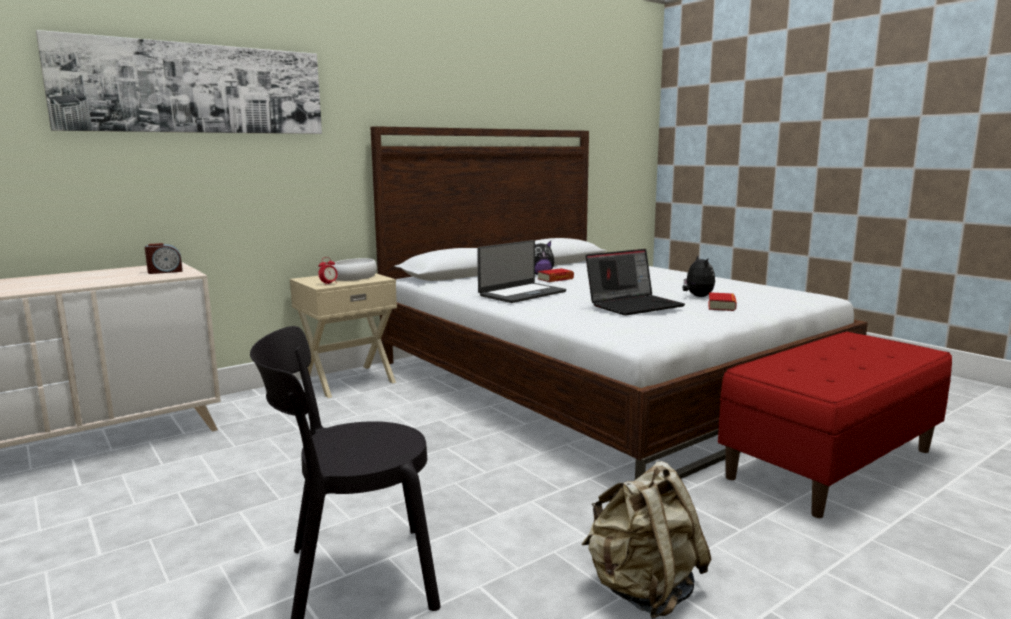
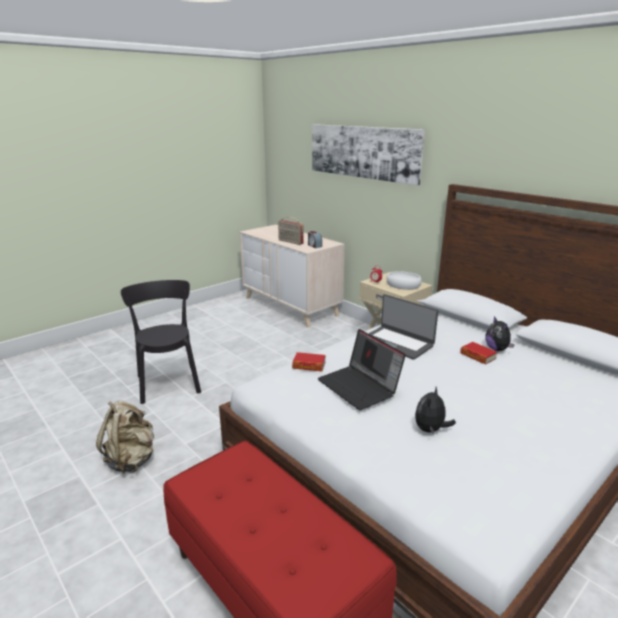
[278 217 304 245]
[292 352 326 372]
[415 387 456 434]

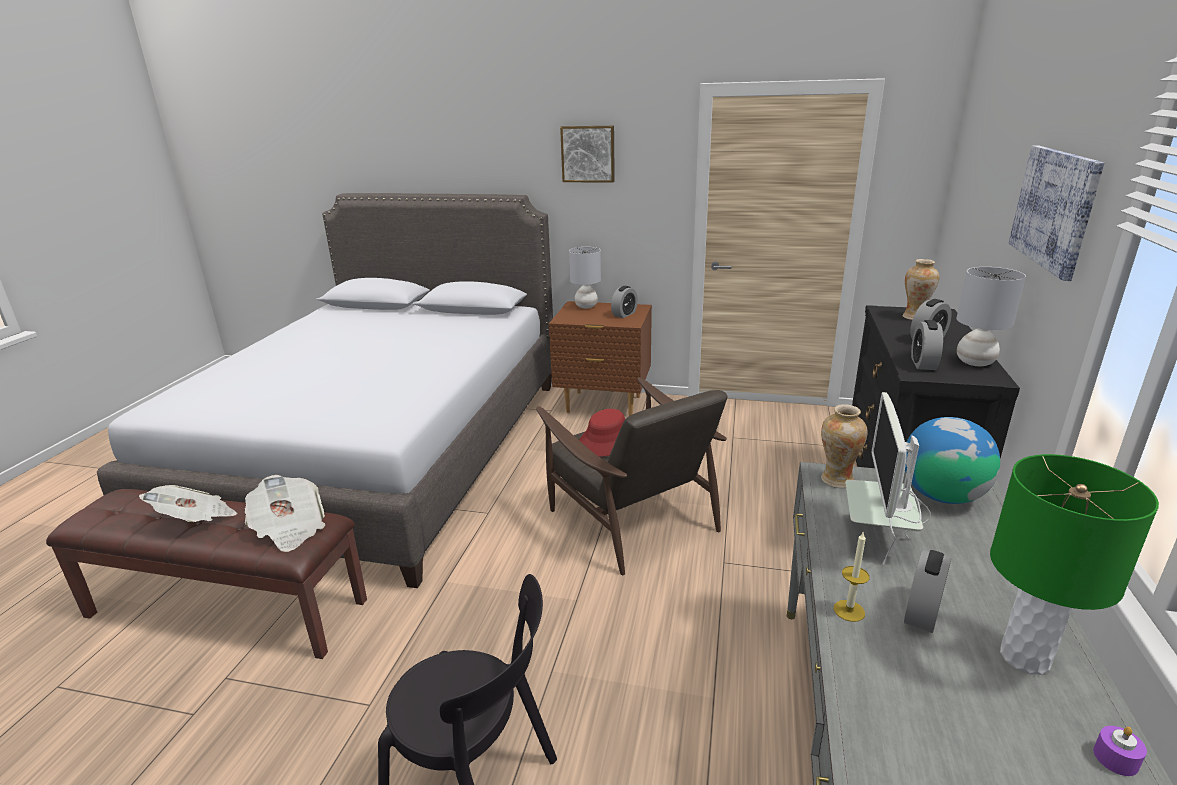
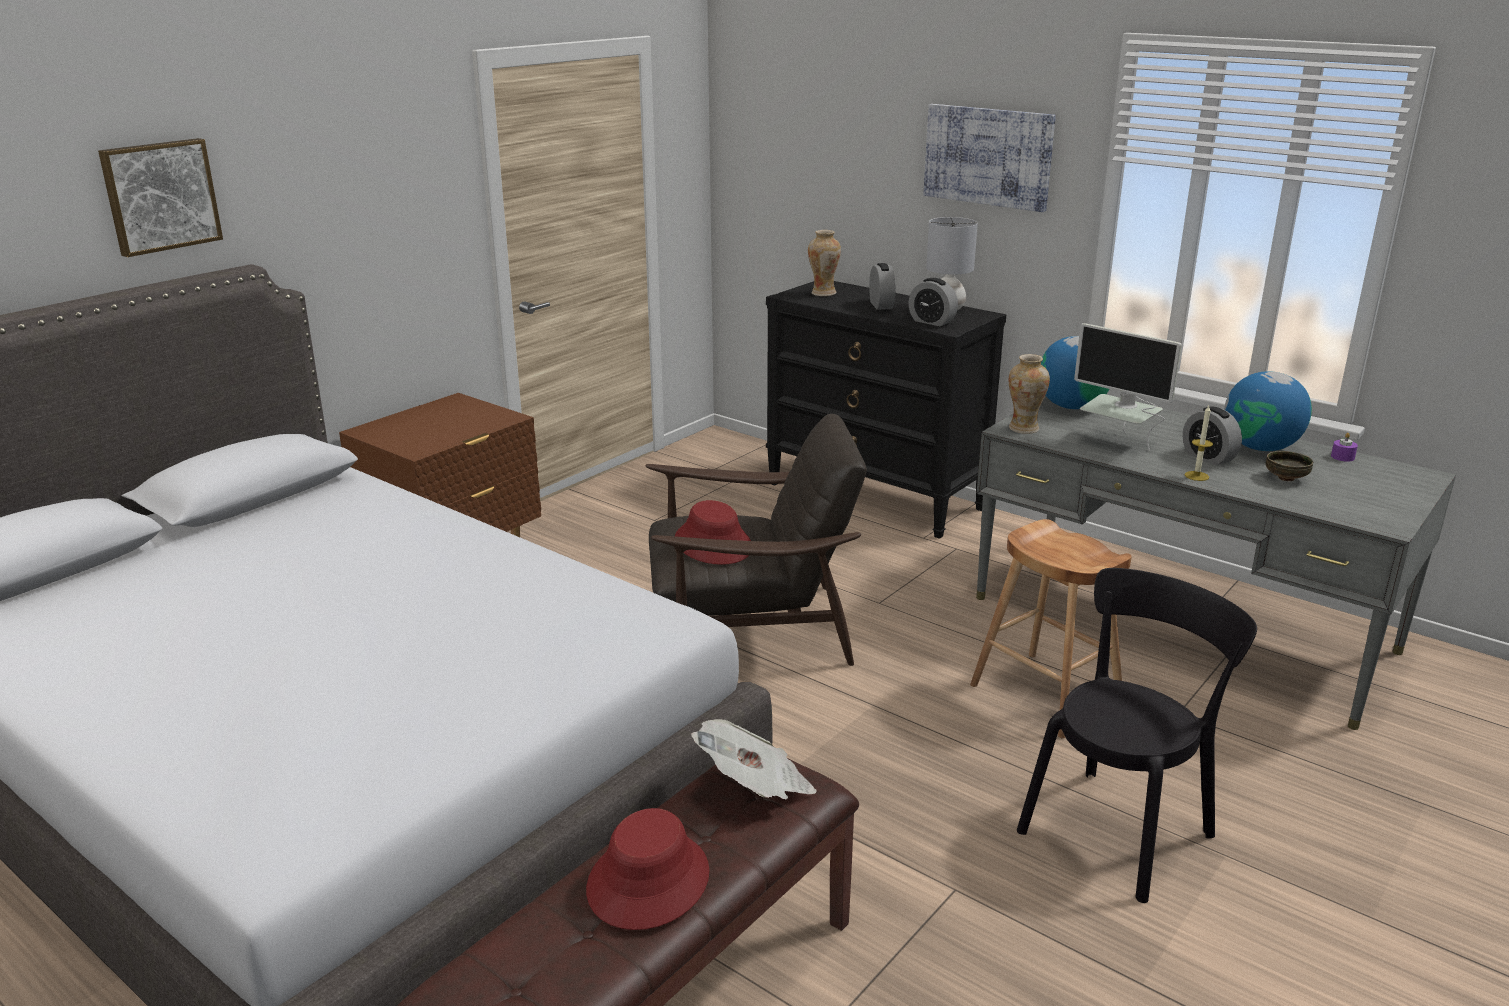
[98 138 223 257]
[586 808 710 930]
[970 519 1131 738]
[1224 371 1312 451]
[1266 451 1313 481]
[569 247 601 309] (first image)
[611 286 638 318] (first image)

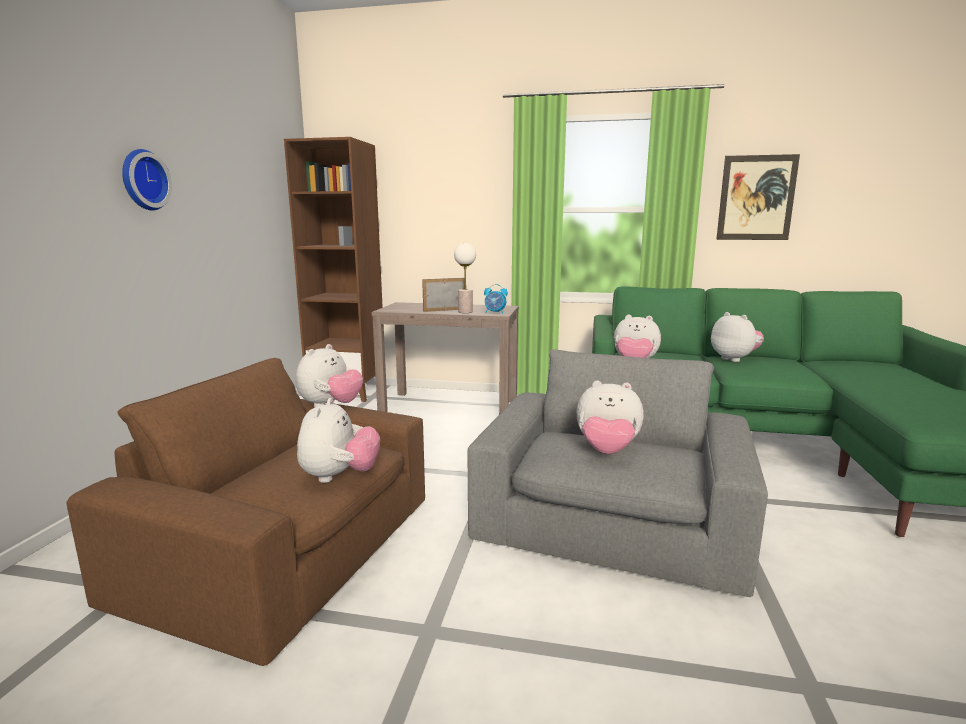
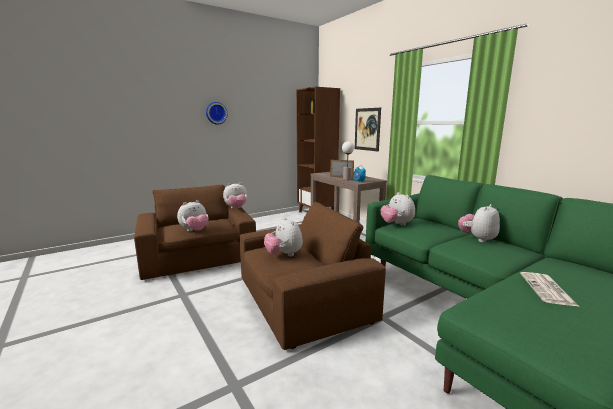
[239 202 386 350]
[354 108 381 152]
[458 204 500 242]
[520 272 578 306]

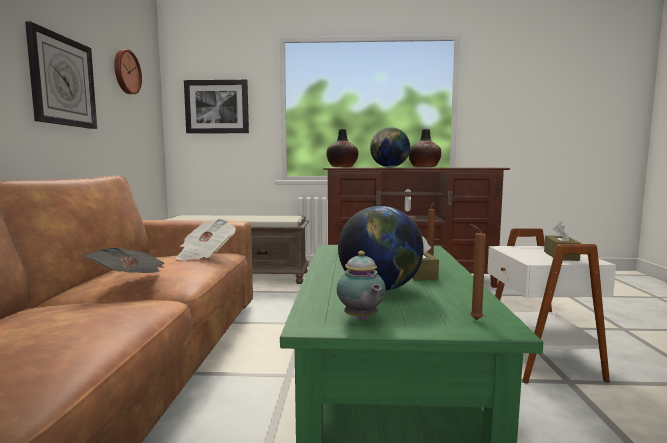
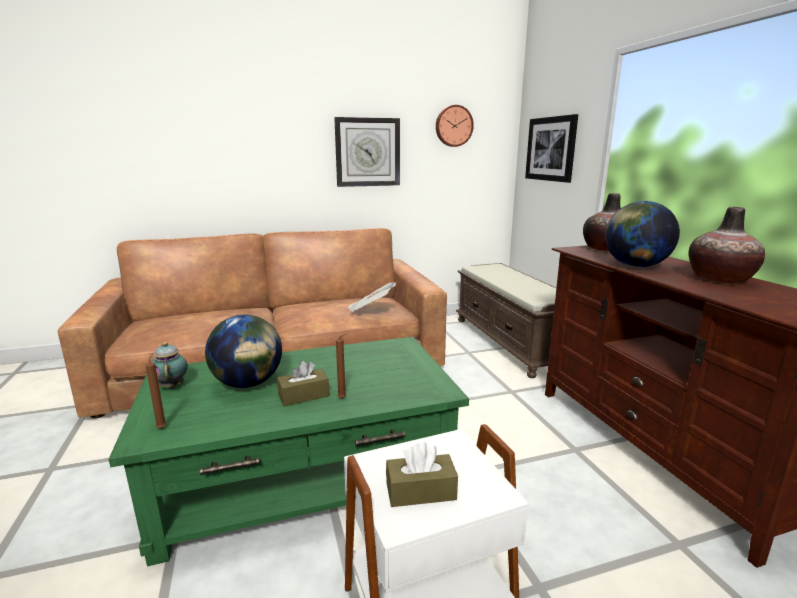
[152 342 188 389]
[84 248 164 273] (first image)

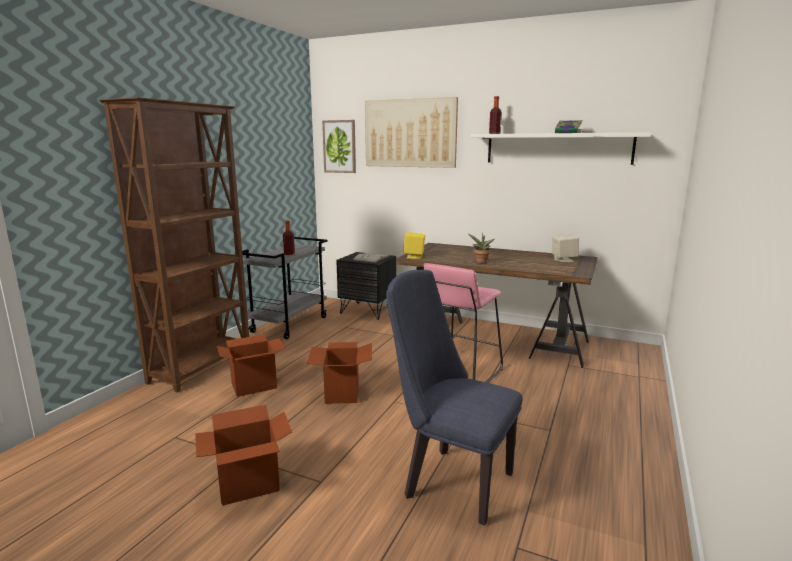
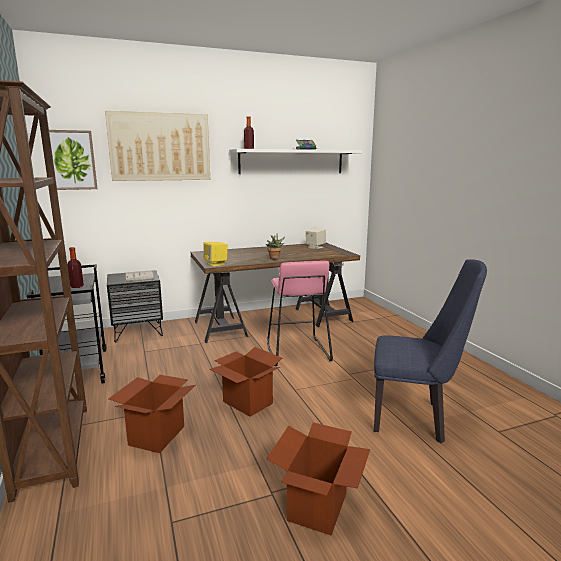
[374 259 487 443]

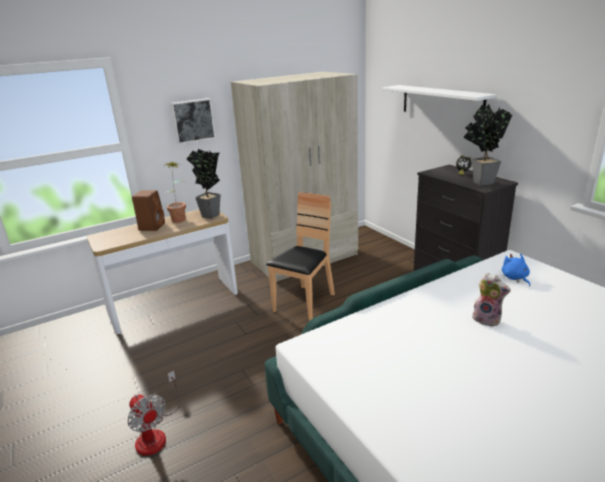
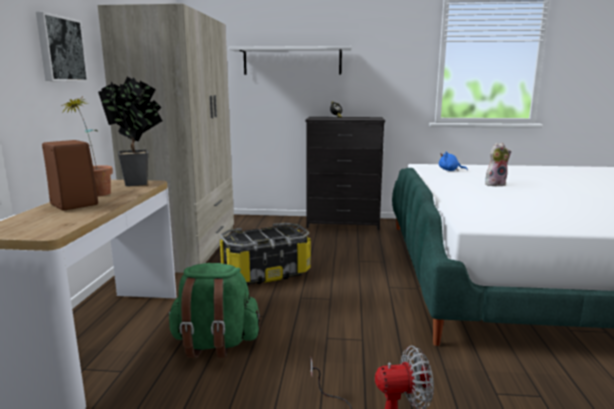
[168 263 260 358]
[220 223 311 285]
[463 105 512 186] (first image)

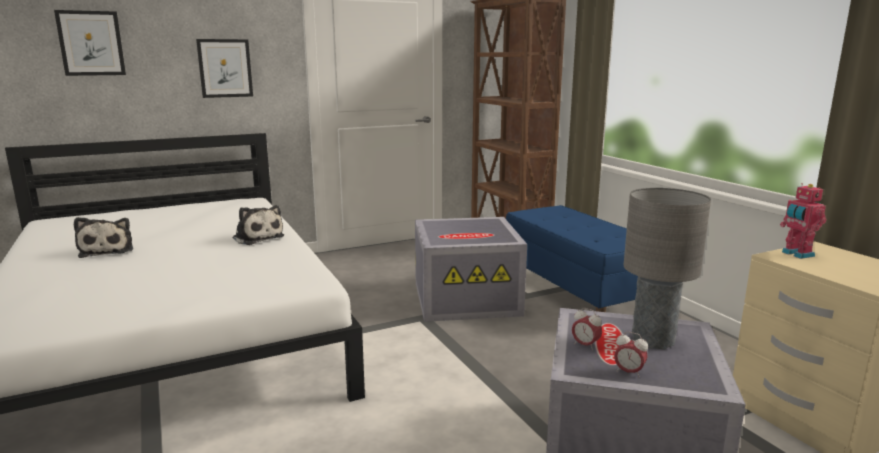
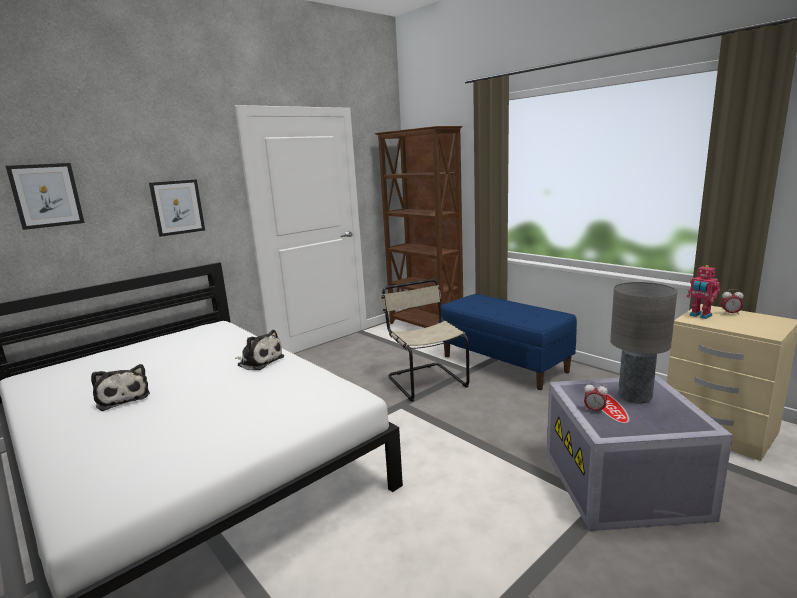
[381 279 469 402]
[721 289 744 315]

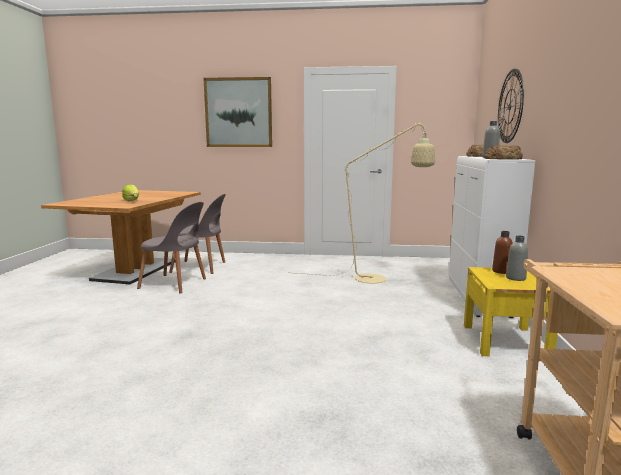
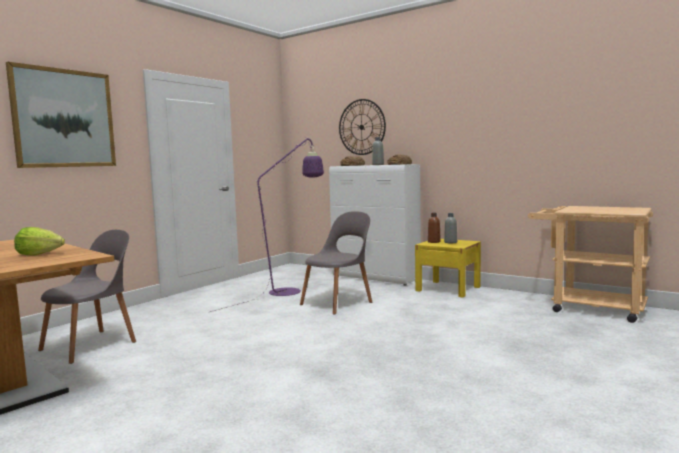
[210 137 324 312]
[300 211 372 315]

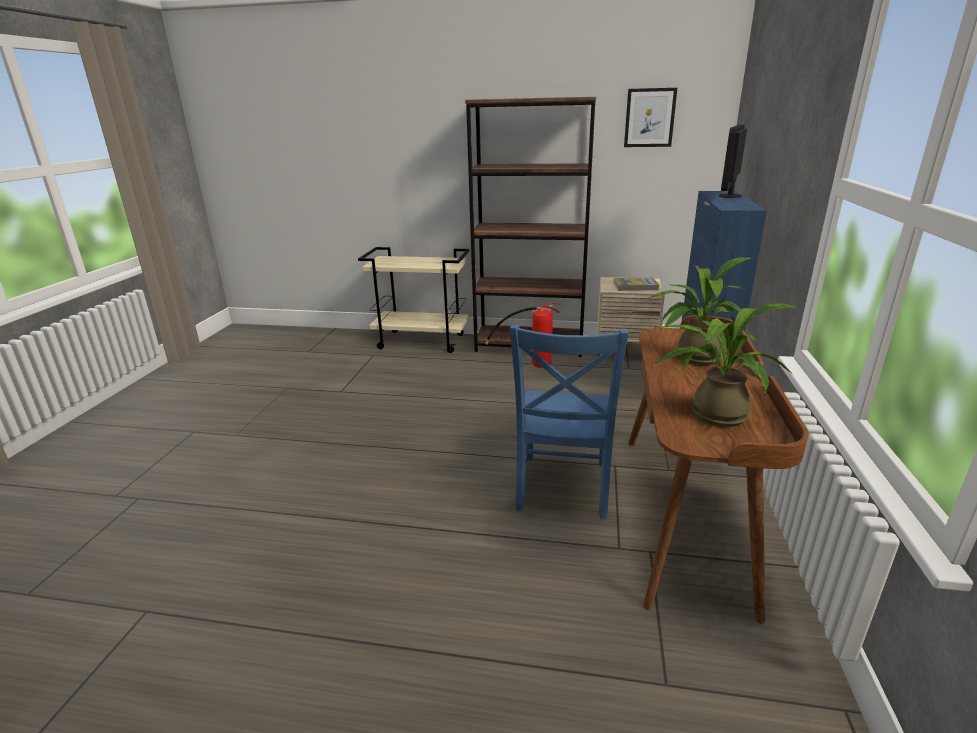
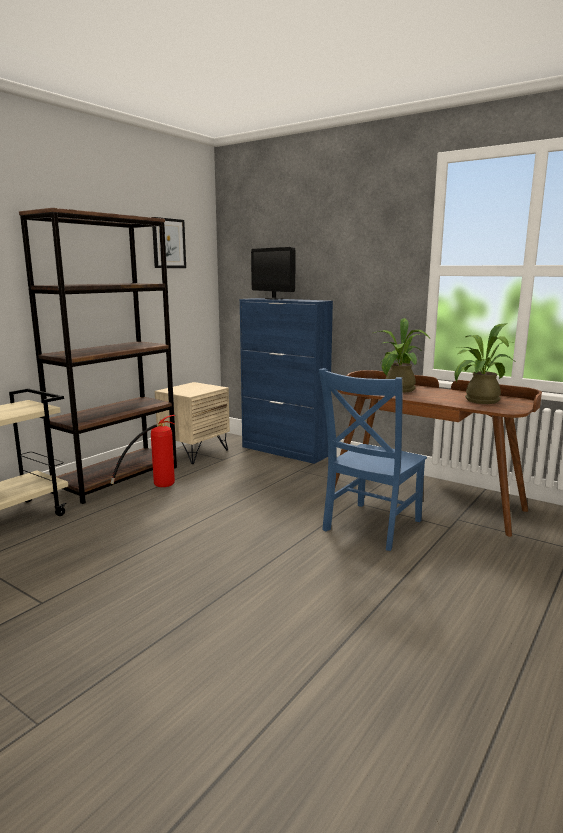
[319 368 427 551]
[613 277 659 291] (first image)

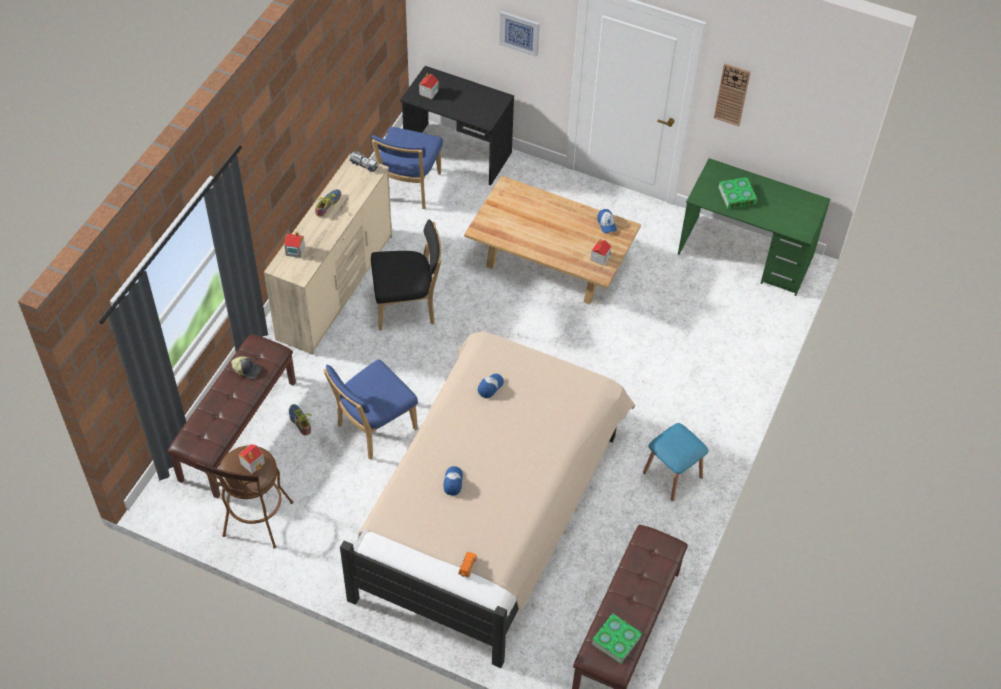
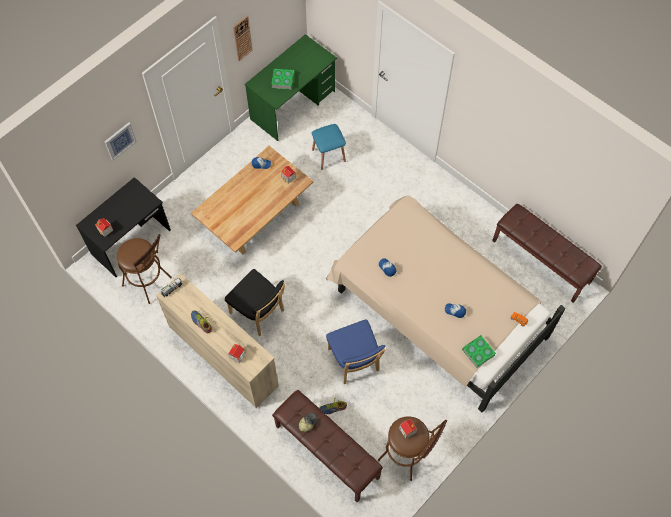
[117 234 172 304]
[225 269 286 336]
[312 124 346 170]
[462 335 496 368]

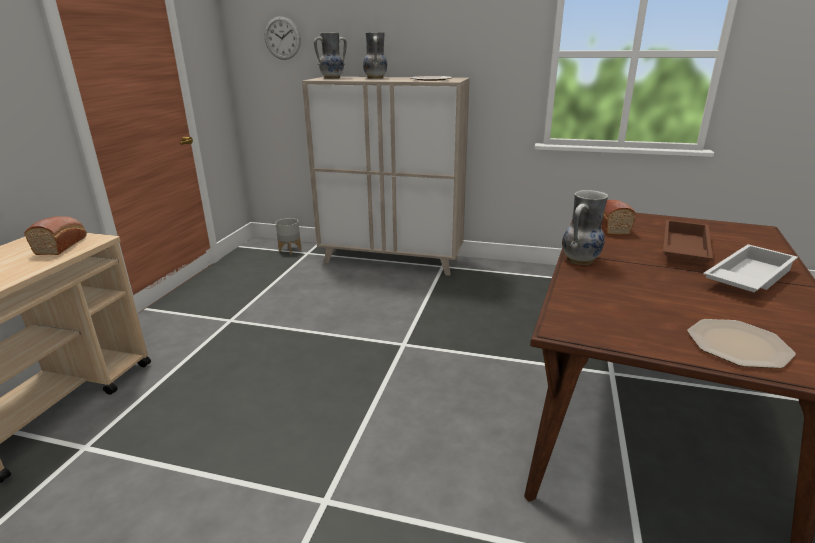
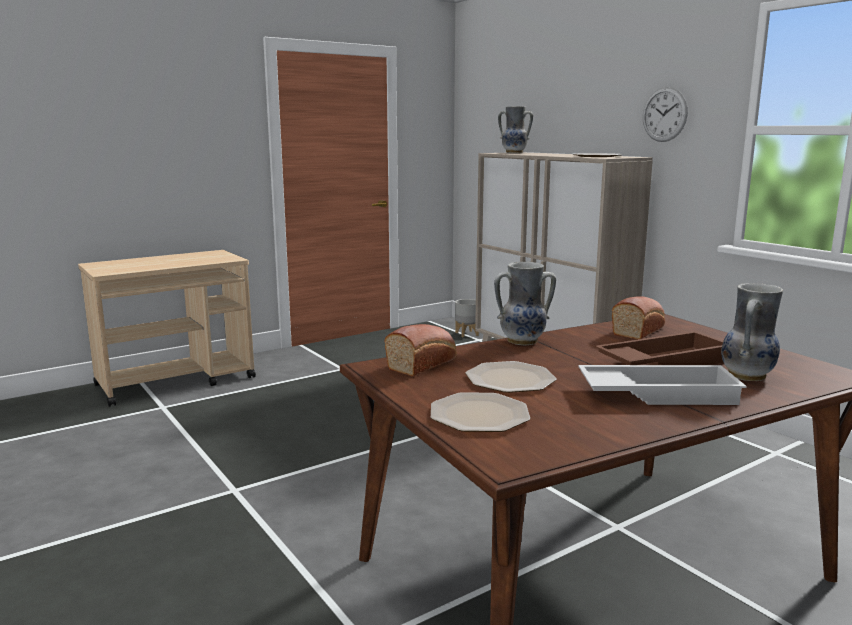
[385 324 457 377]
[465 361 557 393]
[643 87 688 142]
[721 283 783 381]

